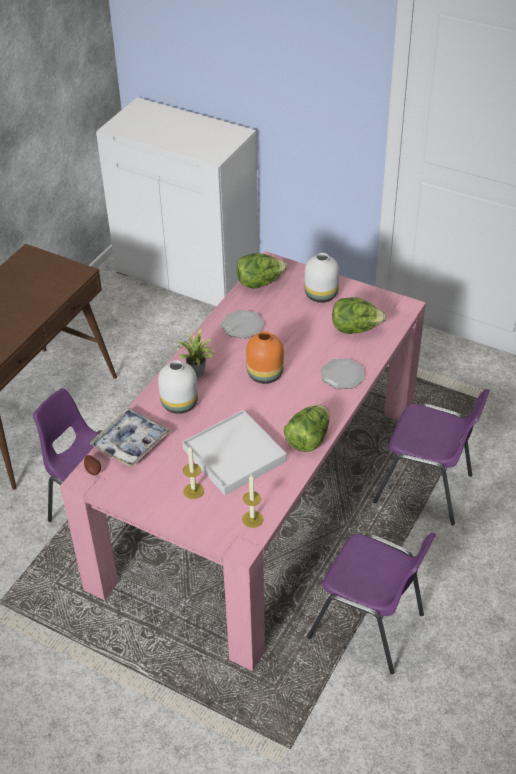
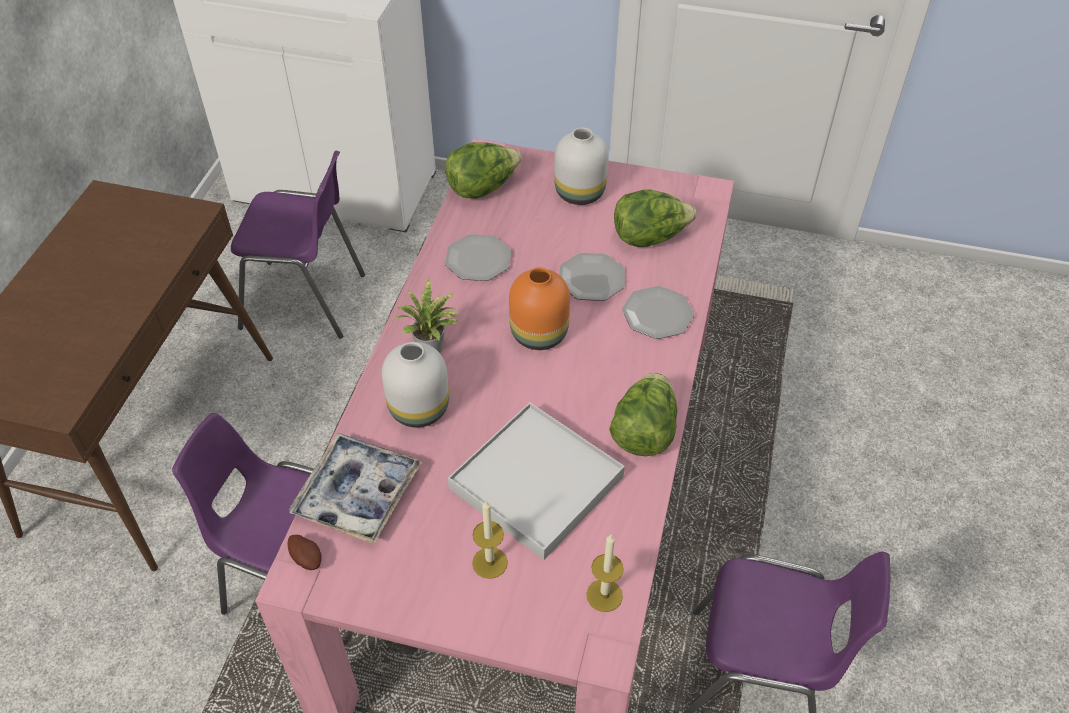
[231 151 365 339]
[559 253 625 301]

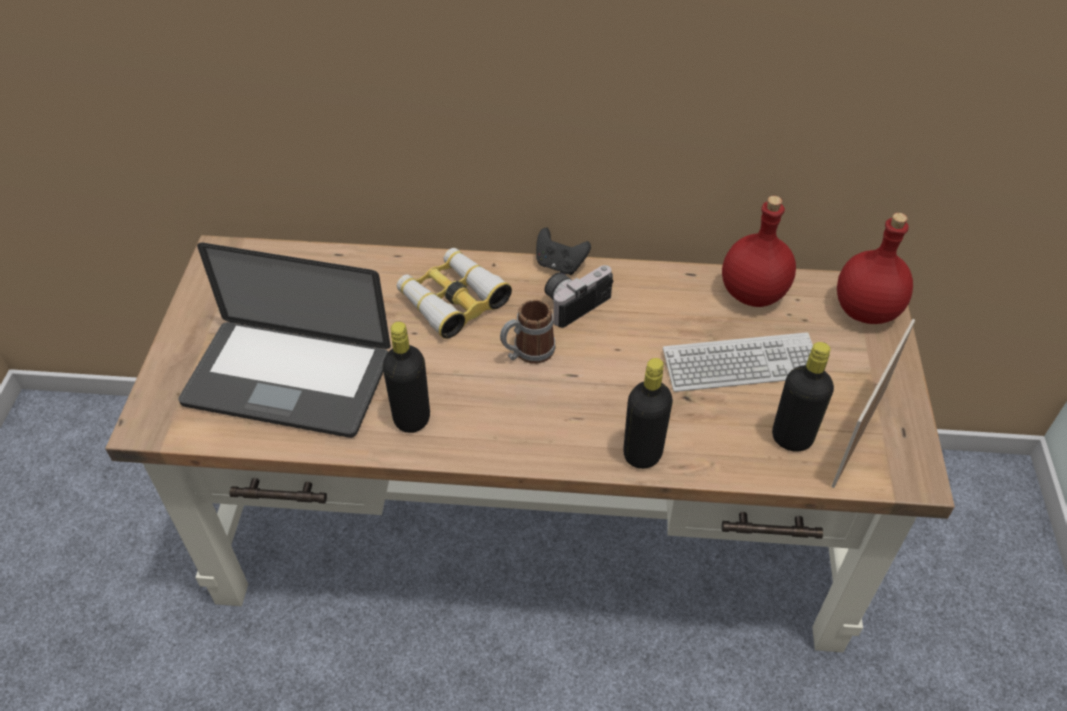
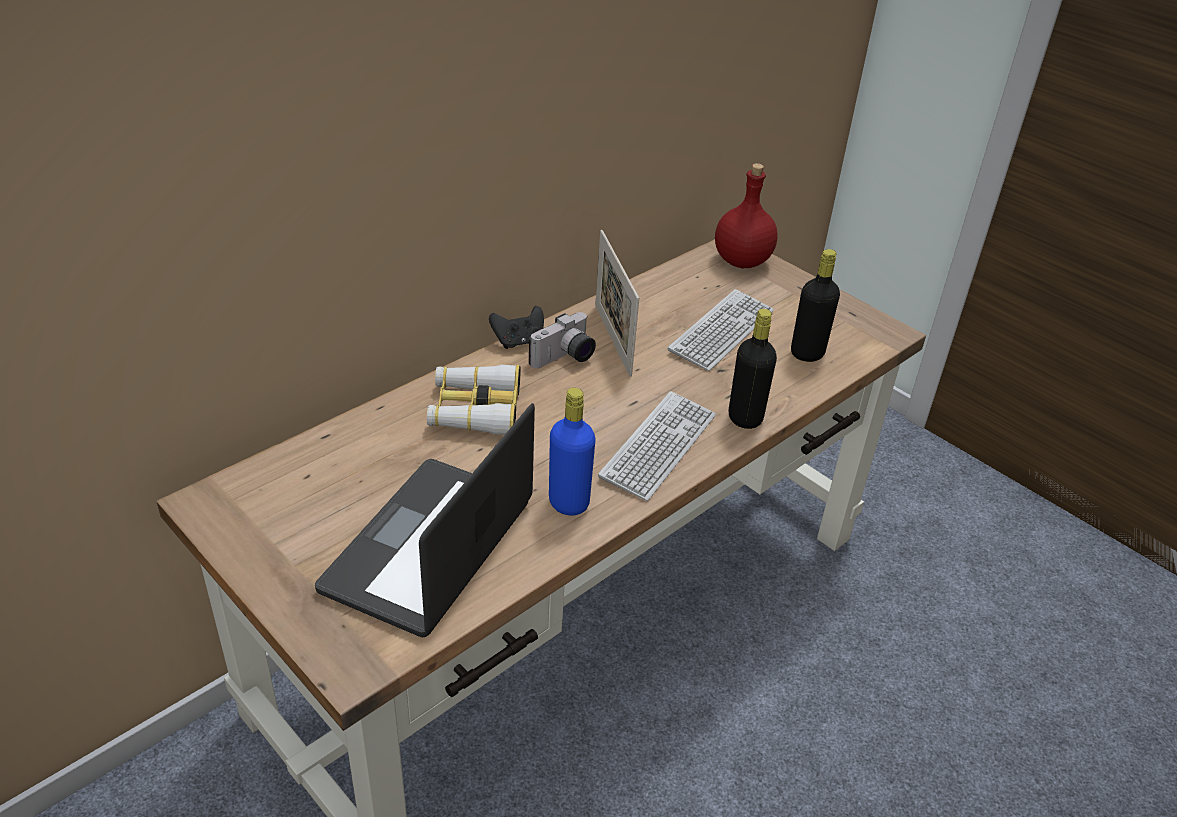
[315 403 535 637]
[528 312 596 368]
[549 388 596 515]
[595 230 639 377]
[598 391 716 501]
[500 299 555 364] (first image)
[722 196 796 307] (first image)

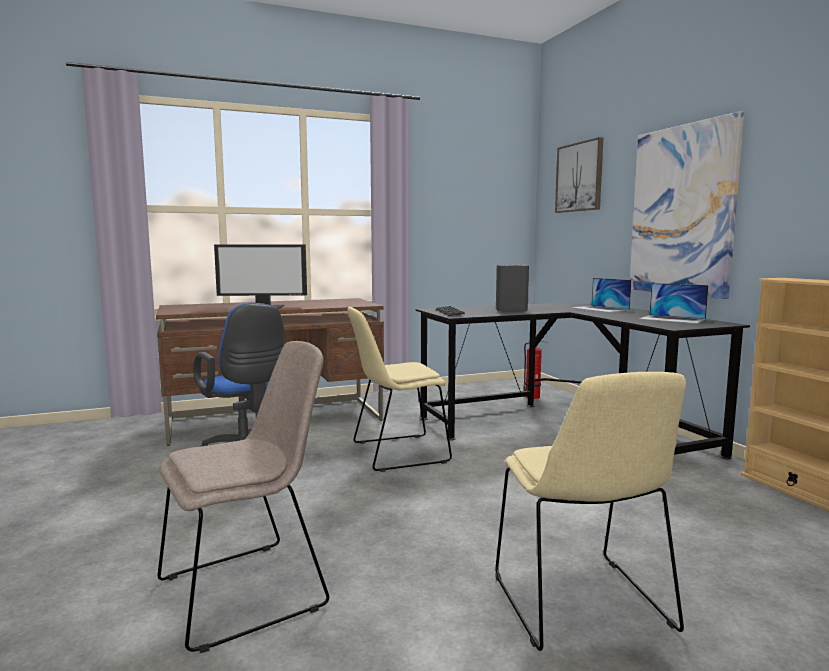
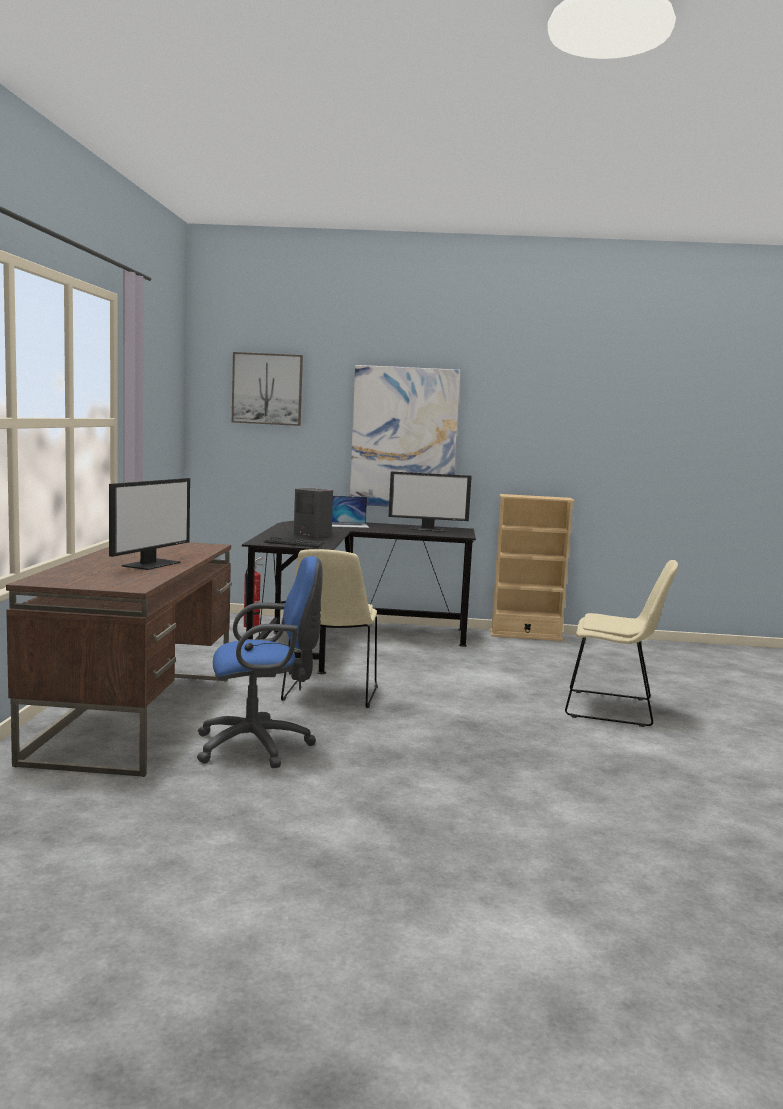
[389 471 472 532]
[157 341 329 653] (first image)

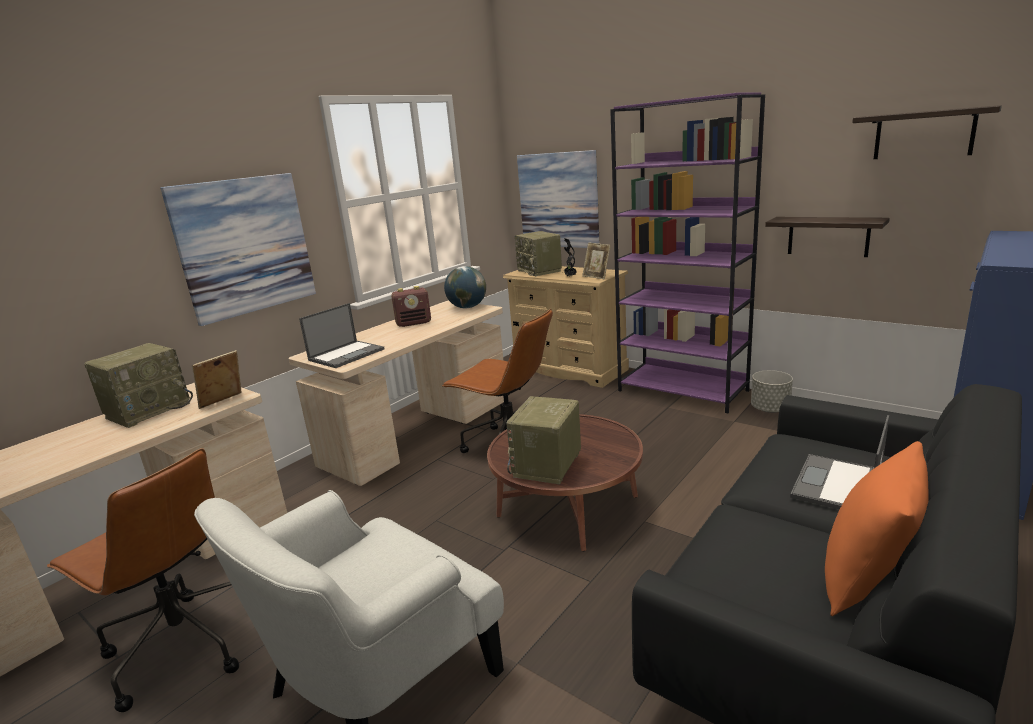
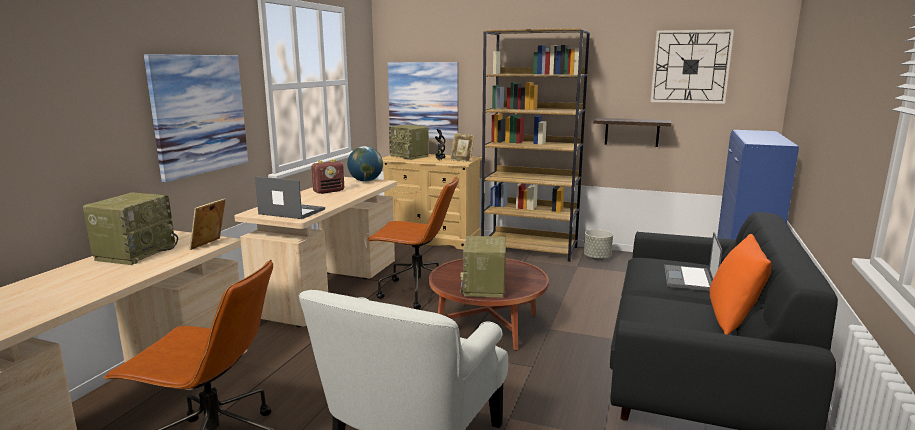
[255 176 325 219]
[481 28 590 262]
[650 29 734 104]

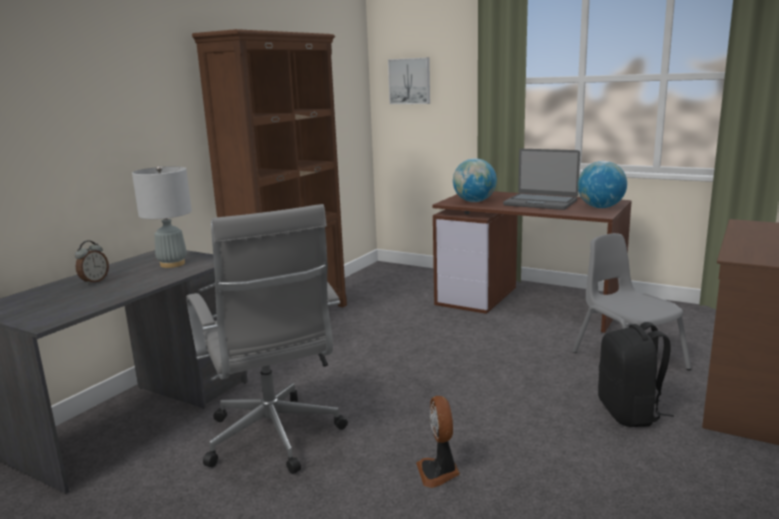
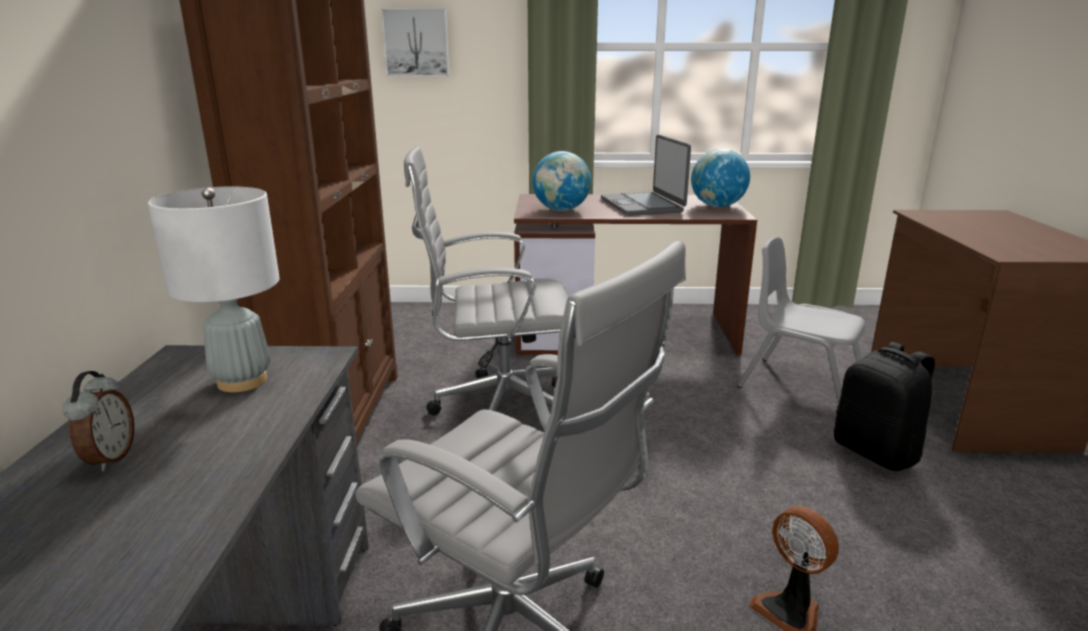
[404 146 568 415]
[601 134 691 216]

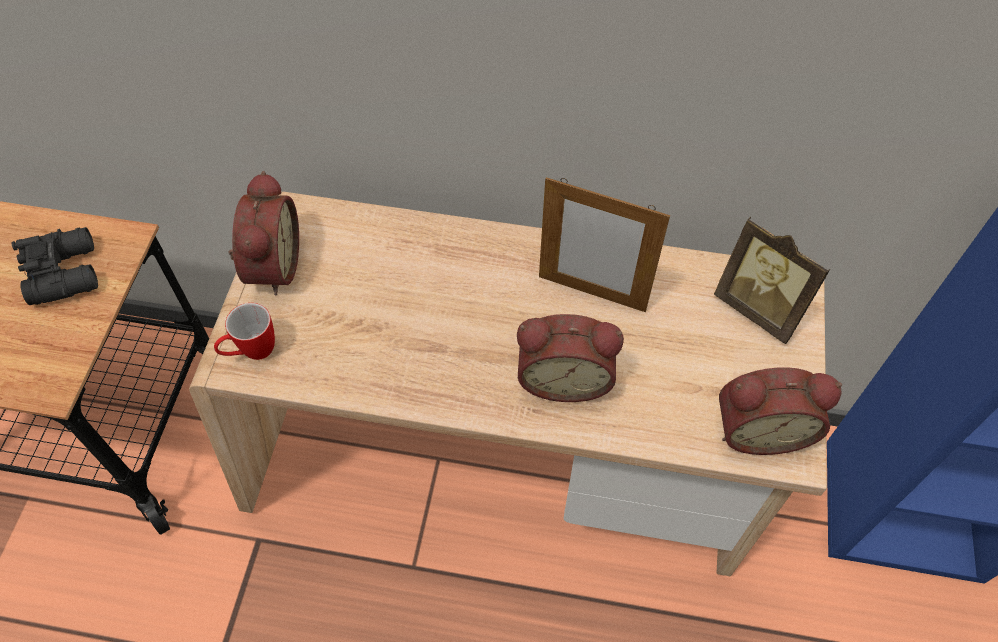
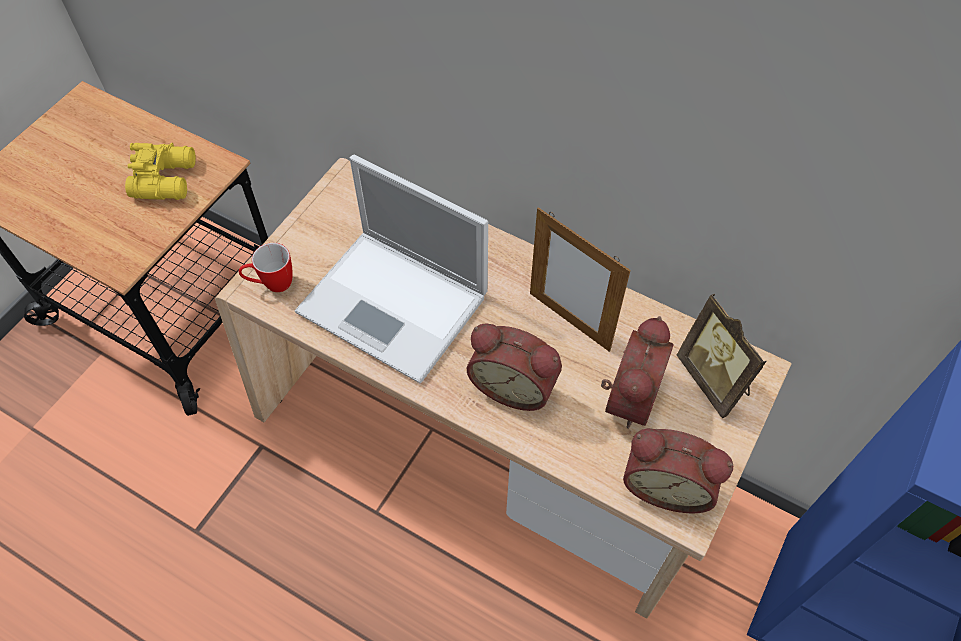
[125 143 196 200]
[295 155 488 383]
[601 316 673 429]

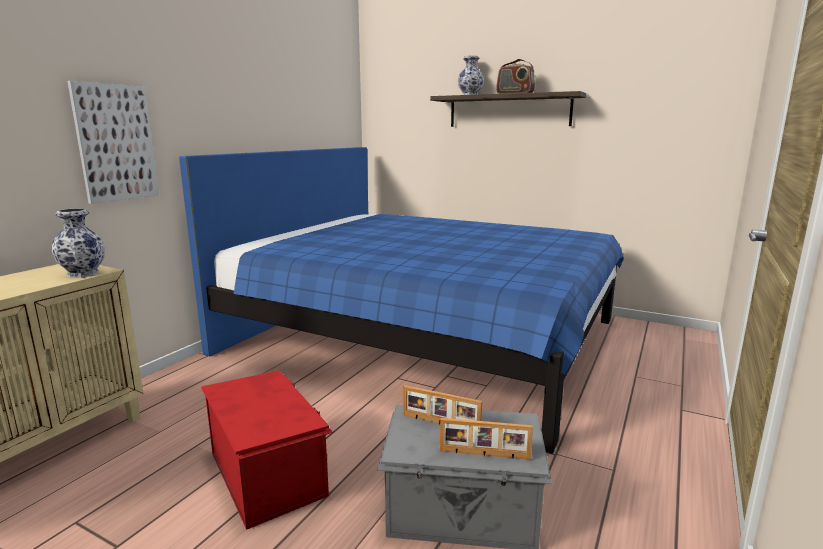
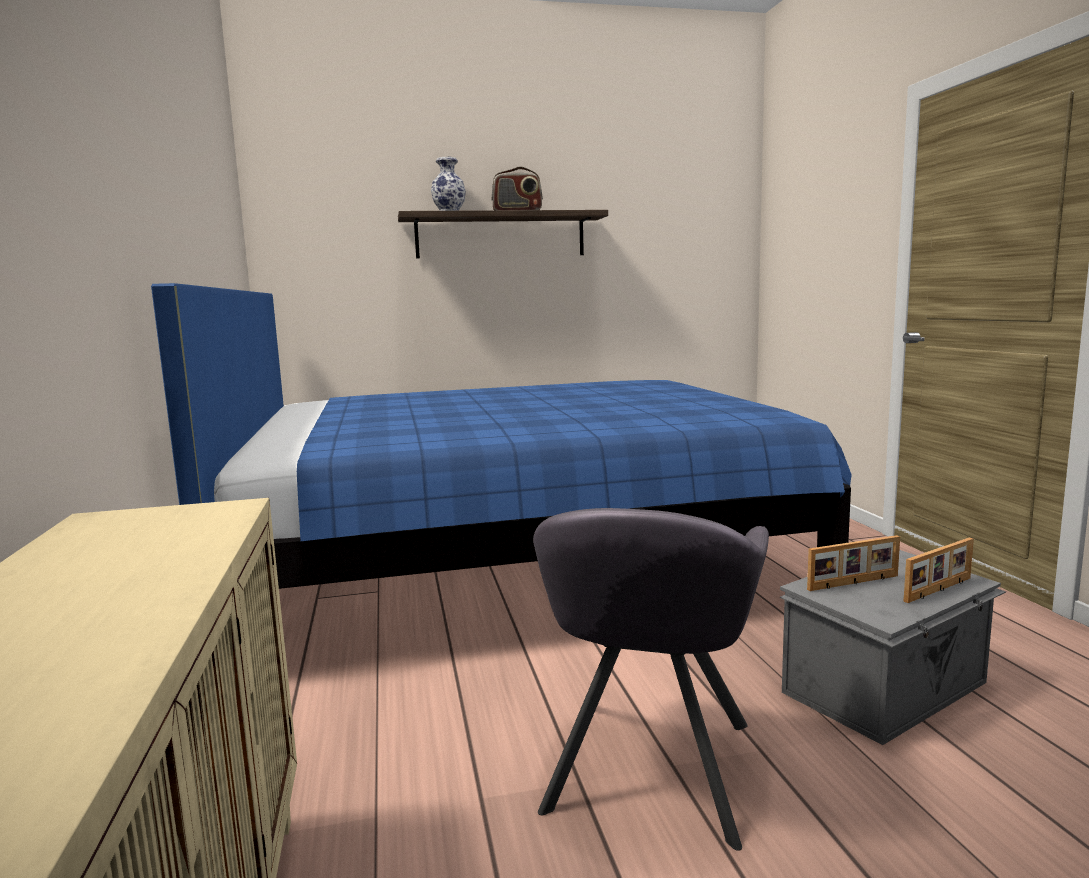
[533 508 769 851]
[52 209 105 278] (first image)
[67 81 159 204] (first image)

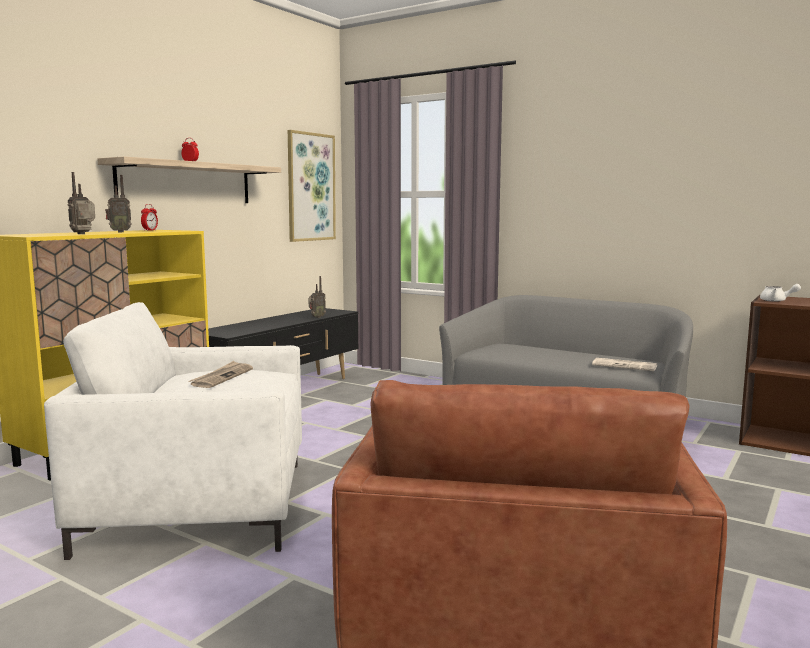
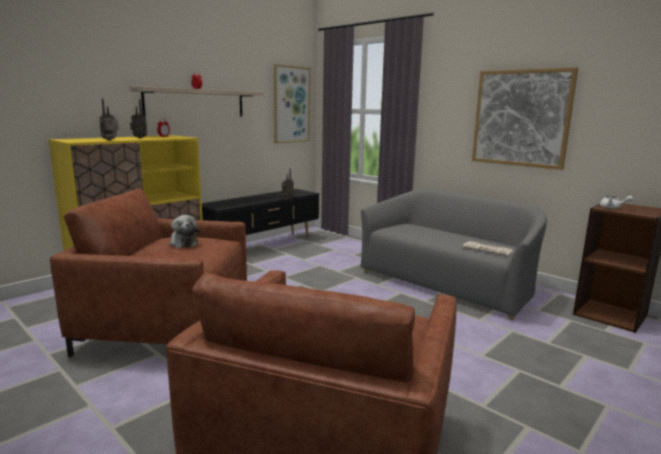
[50 189 247 357]
[169 215 200 248]
[472 67 578 170]

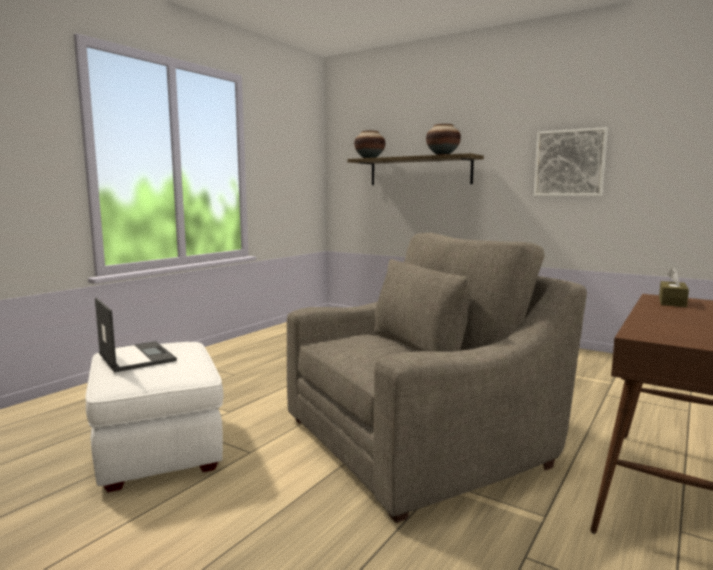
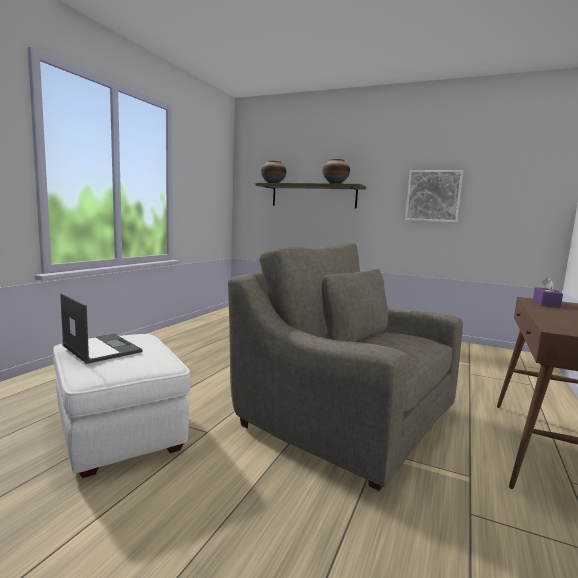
[228 243 463 491]
[533 277 563 308]

